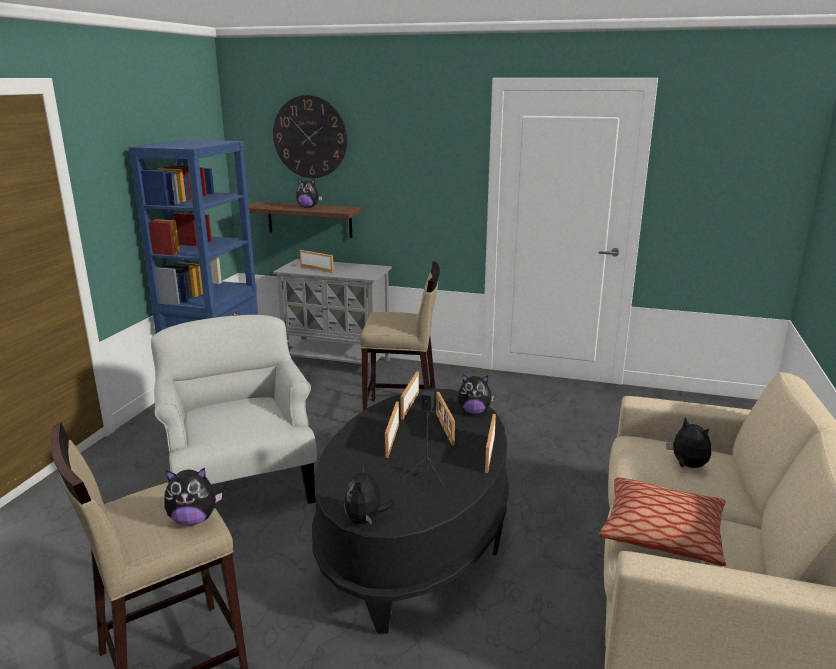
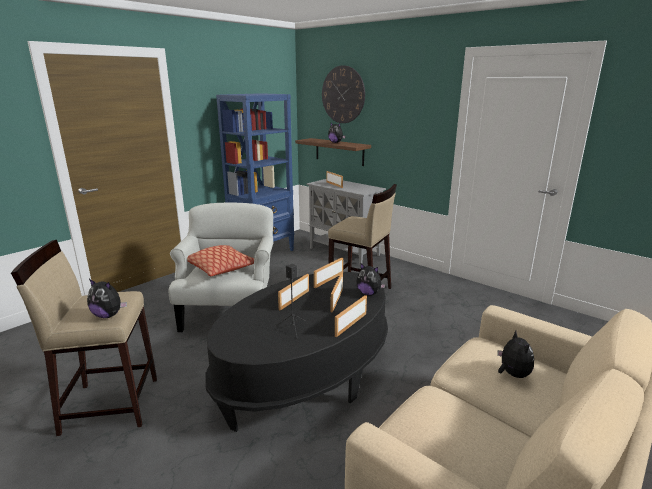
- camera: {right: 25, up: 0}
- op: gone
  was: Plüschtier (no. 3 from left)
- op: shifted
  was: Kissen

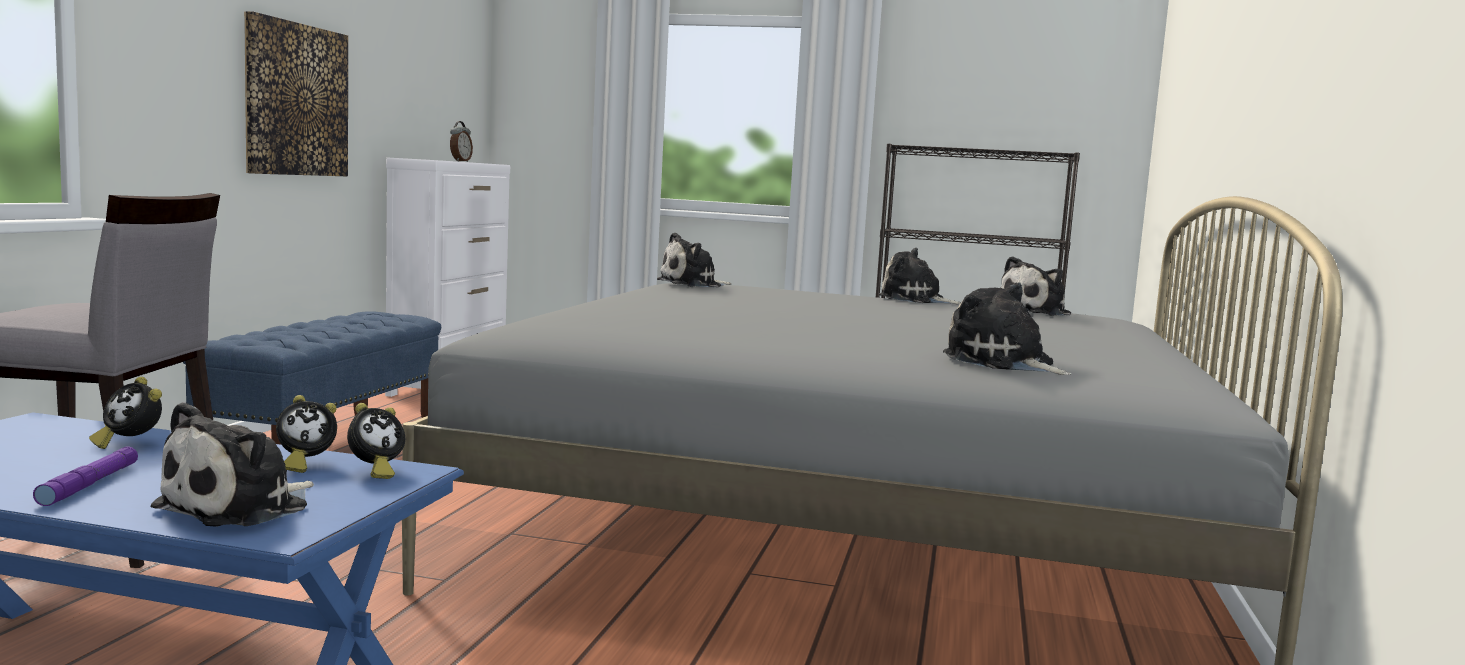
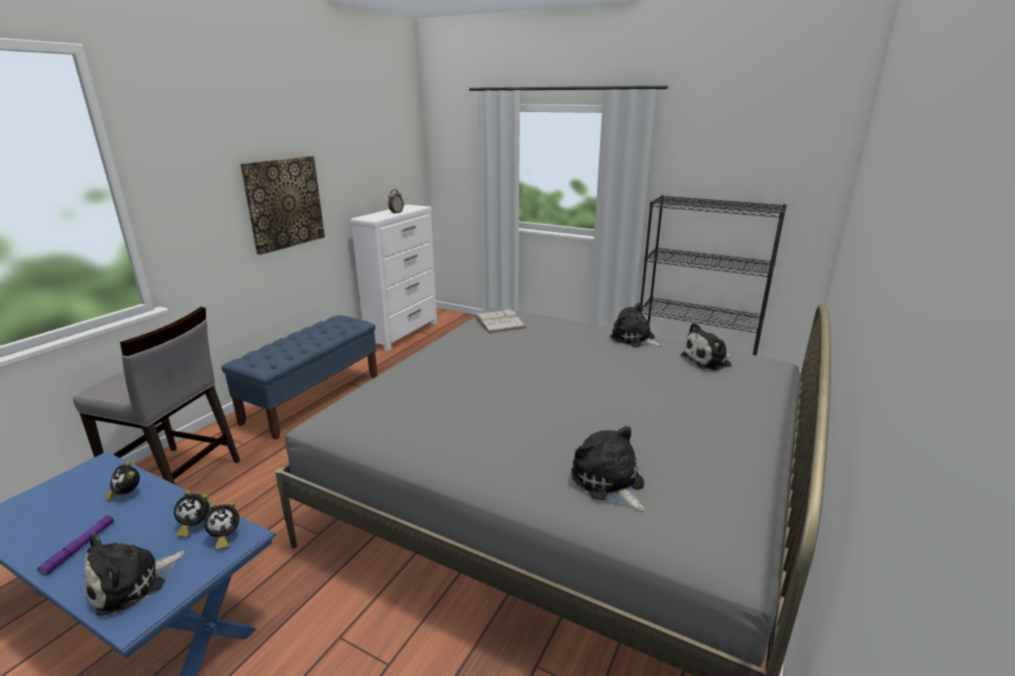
- camera: {right: 15, up: 15}
- op: swapped
  was: Plüschtier (no. 2 from left)
  now: Buch [weiß]

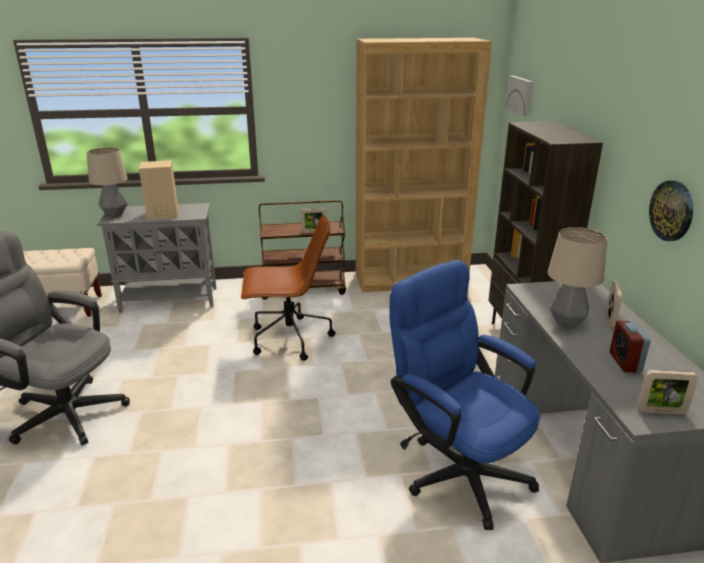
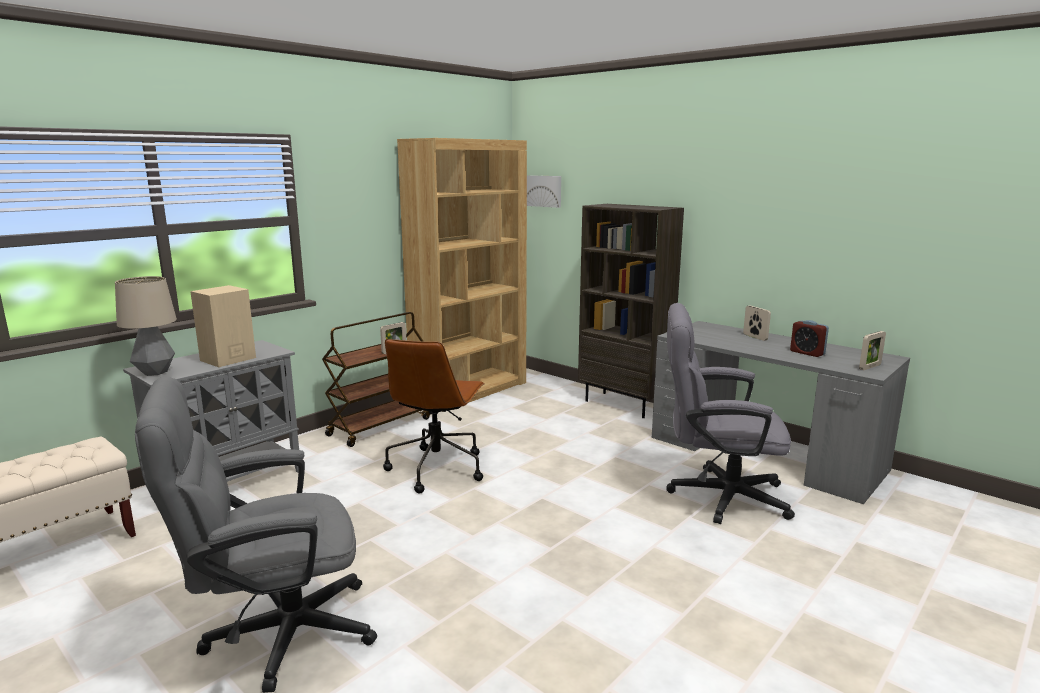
- camera: {right: -40, up: -10}
- op: gone
  was: Wanduhr
- op: rotated
  was: Bürostuhl [braun]
  clockwise: 150
- op: gone
  was: Tischlampe (no. 2 from left)
- op: repainted
  was: Bürostuhl [blau]
  now: Bürostuhl [grau] (no. 2 from left)

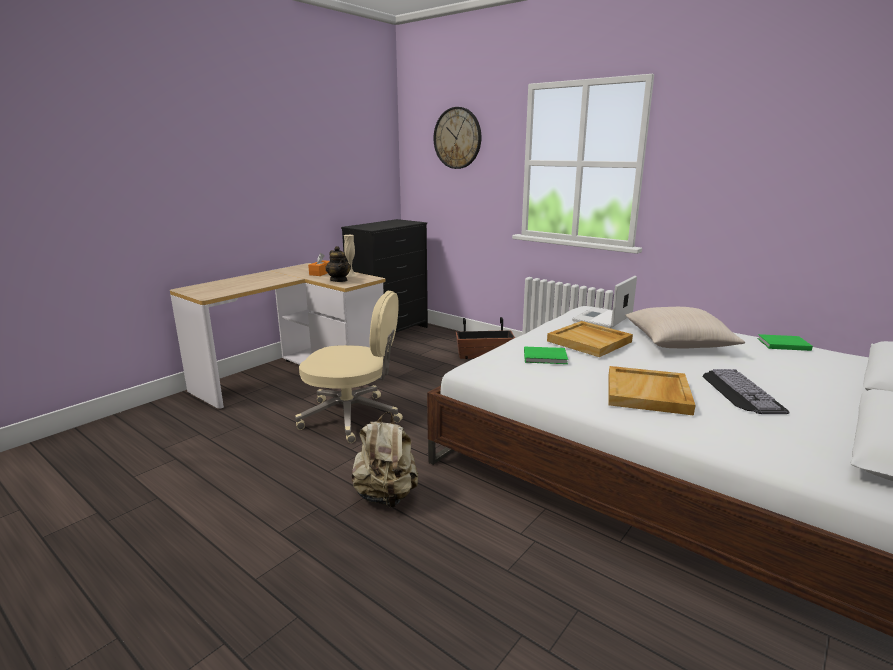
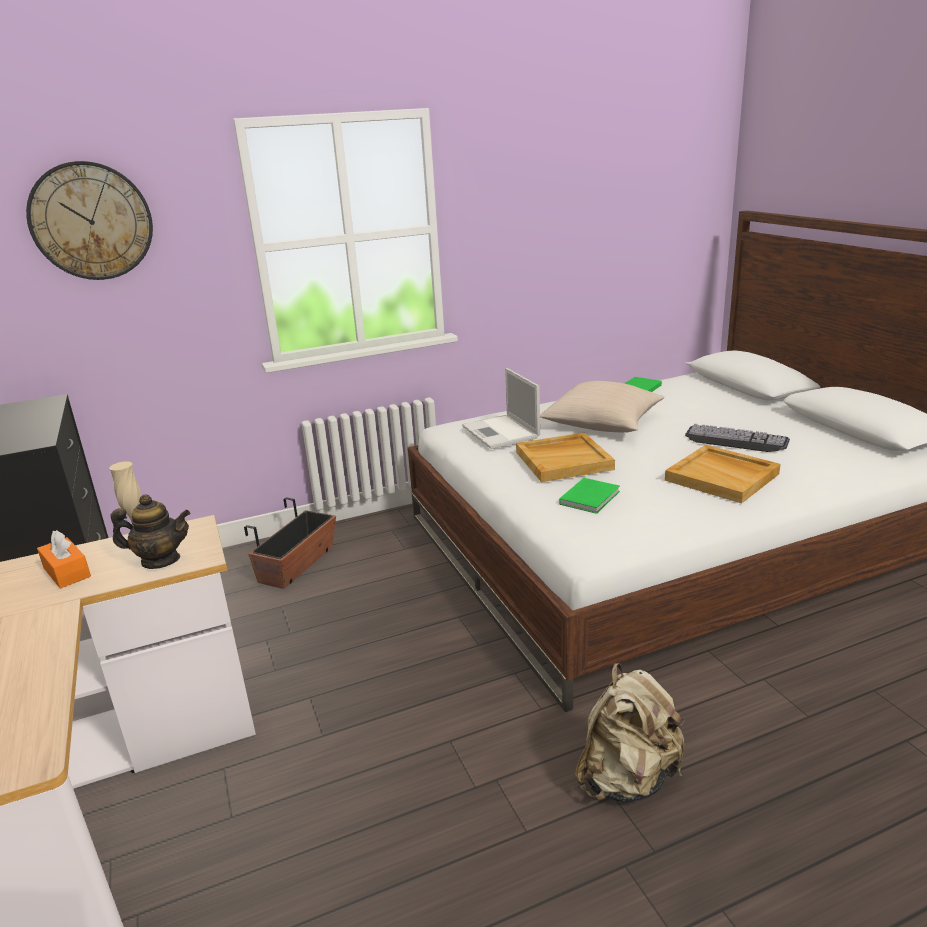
- camera: {right: -60, up: 5}
- op: gone
  was: Bürostuhl [beige]

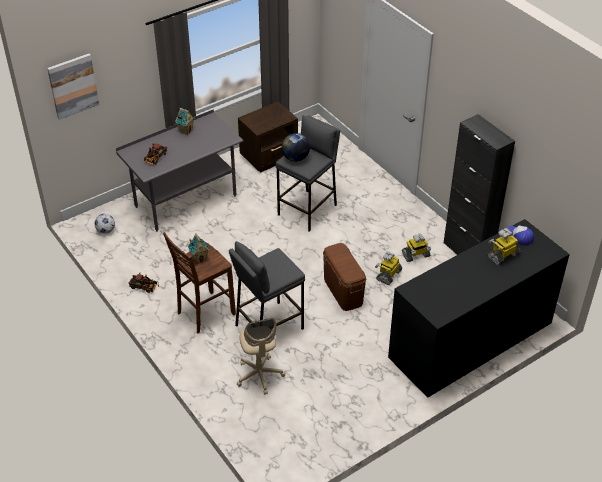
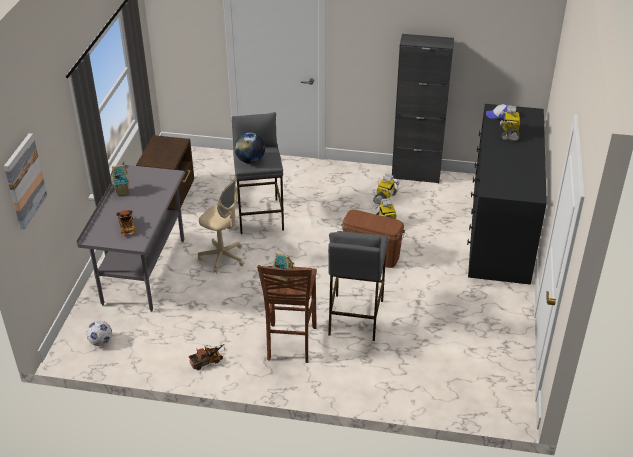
- camera: {right: -45, up: -5}
- op: shifted
  was: Bürostuhl [beige]

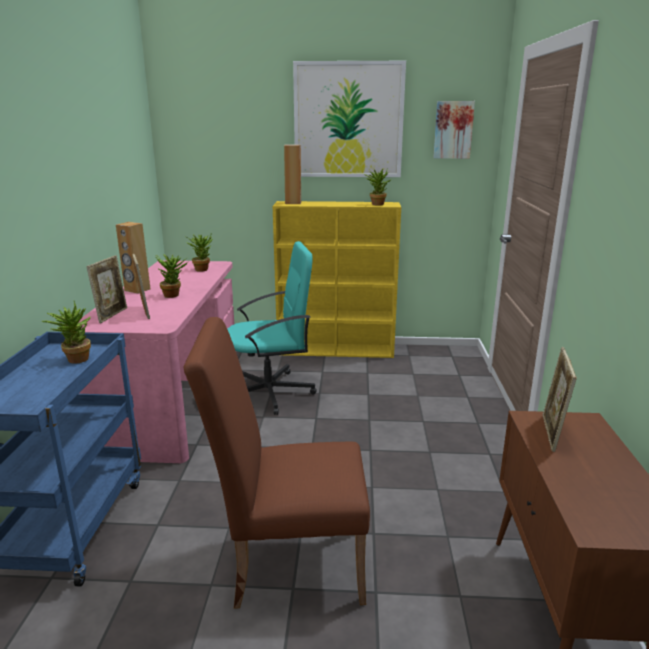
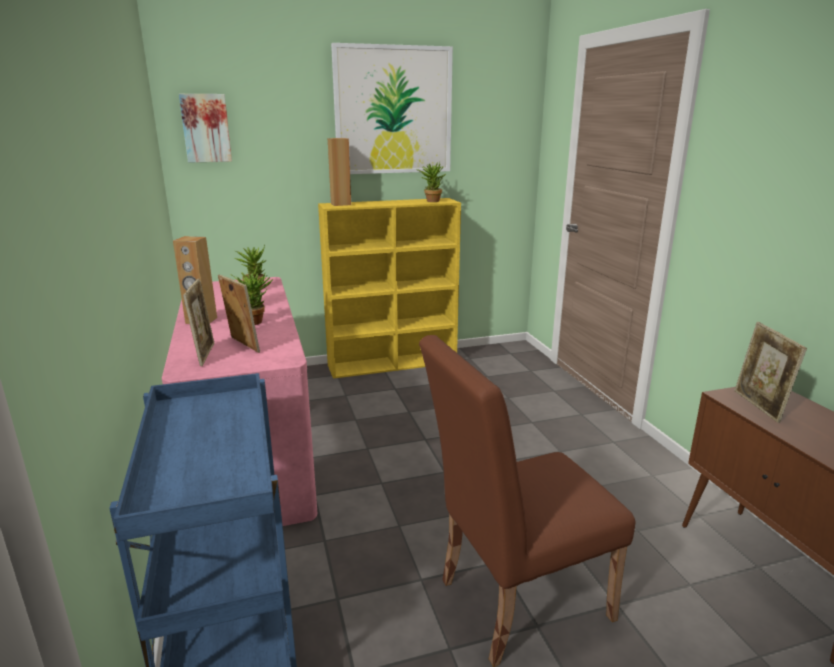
- camera: {right: -20, up: 0}
- op: shifted
  was: Bild (no. 2 from left in the first image)
  now: Bild (no. 1 from left)
- op: gone
  was: Bürostuhl [türkis]
- op: gone
  was: Topfpflanze (no. 1 from left)

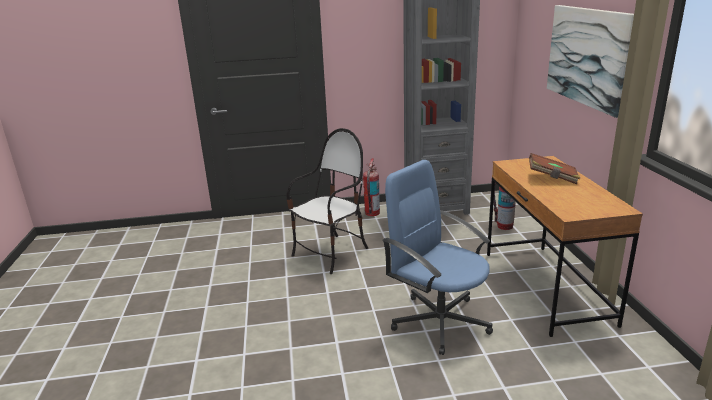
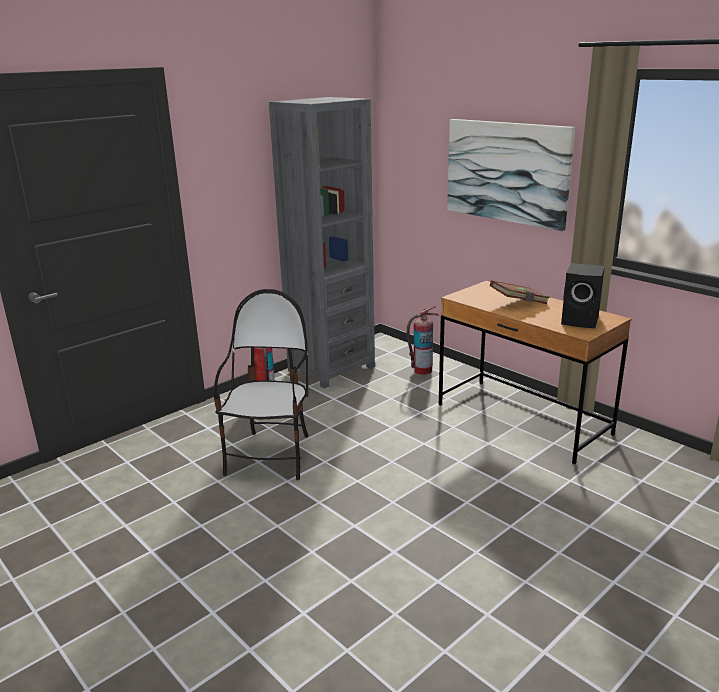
- camera: {right: -35, up: 0}
- op: gone
  was: Bürostuhl [blau]
- op: new
  now: Lautsprecher [schwarz]

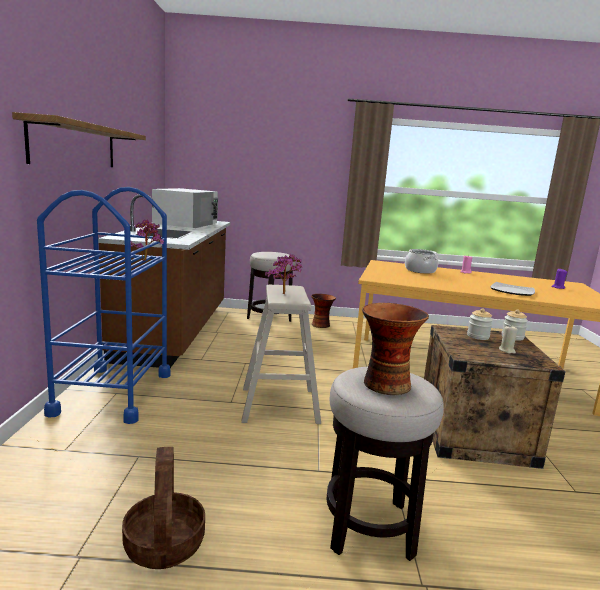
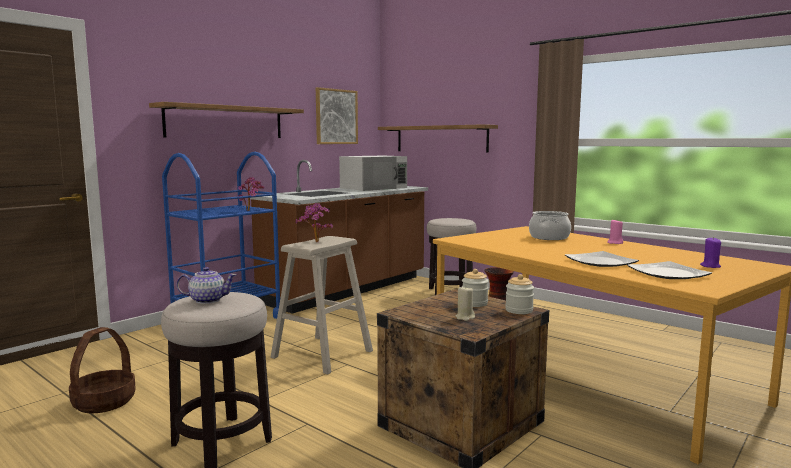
- camera: {right: 40, up: -5}
- op: swapped
  was: Vase (no. 2 from left)
  now: Teekanne
- op: new
  now: Bild
- op: new
  now: Wandregal (no. 2 from left)
- op: new
  now: Teller (no. 2 from left)

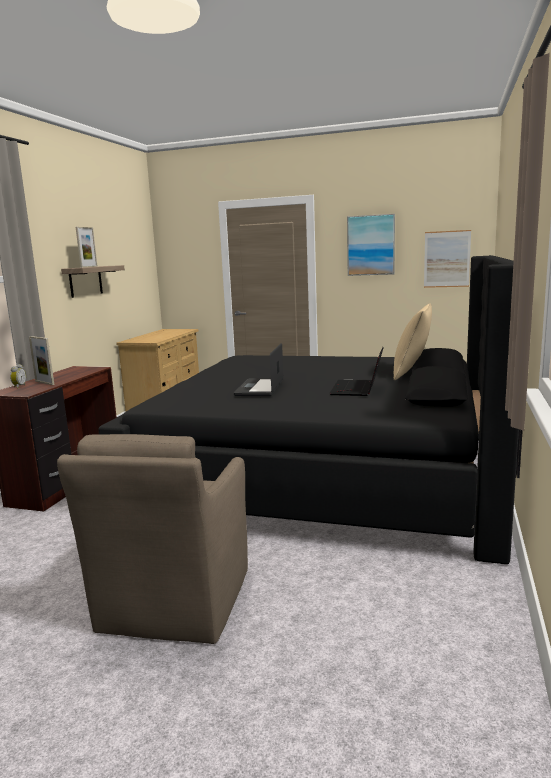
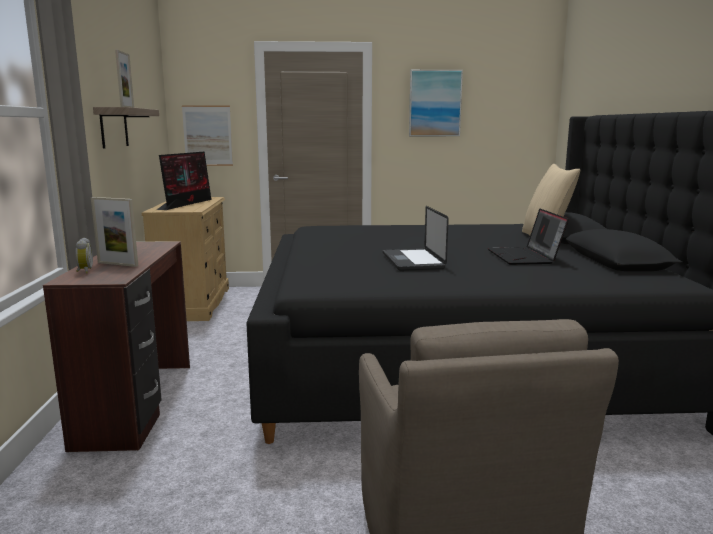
- camera: {right: -20, up: 0}
- op: shifted
  was: Bild (no. 2 from left in the first image)
  now: Bild (no. 1 from left)
- op: new
  now: Monitor

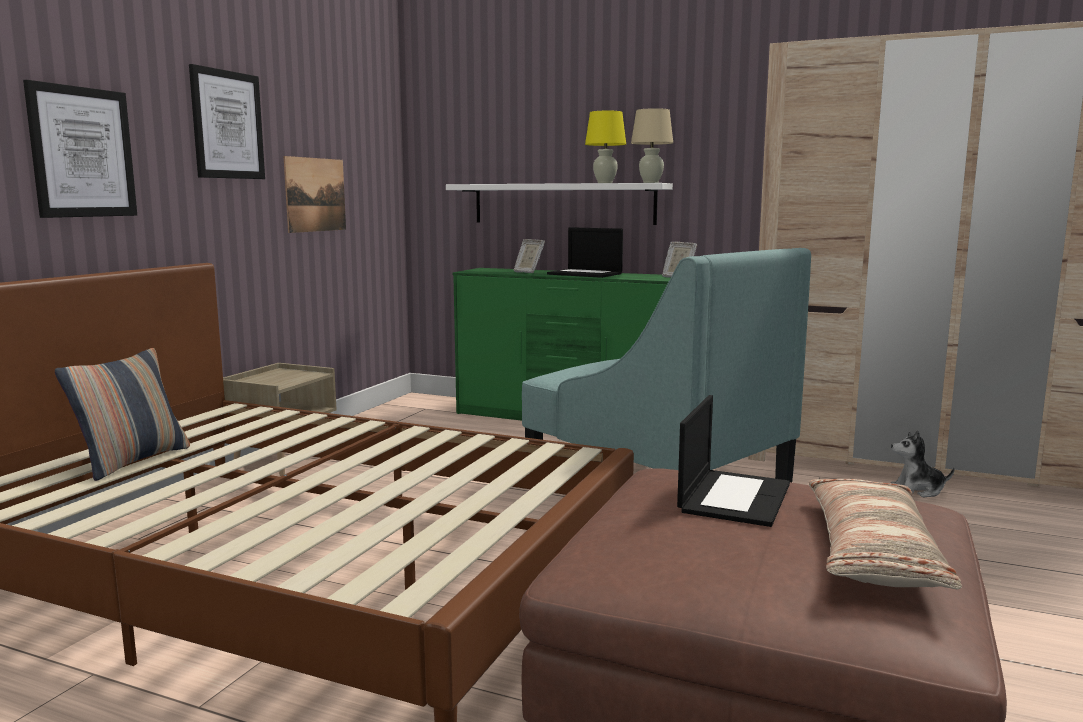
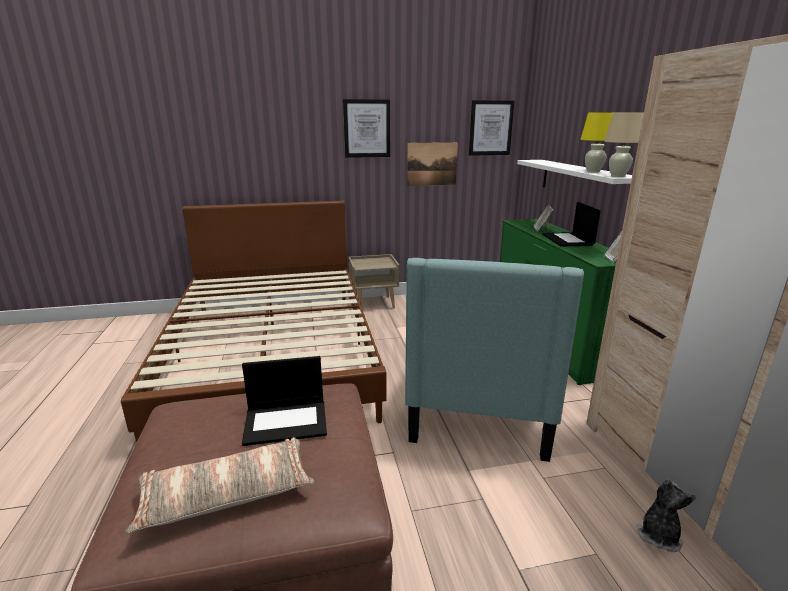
- camera: {right: 55, up: 10}
- op: shifted
  was: Bild (no. 1 from left in the first image)
  now: Bild (no. 3 from left)
- op: gone
  was: Kissen (no. 1 from left)
- op: rotated
  was: Plüschtier
  clockwise: 60

